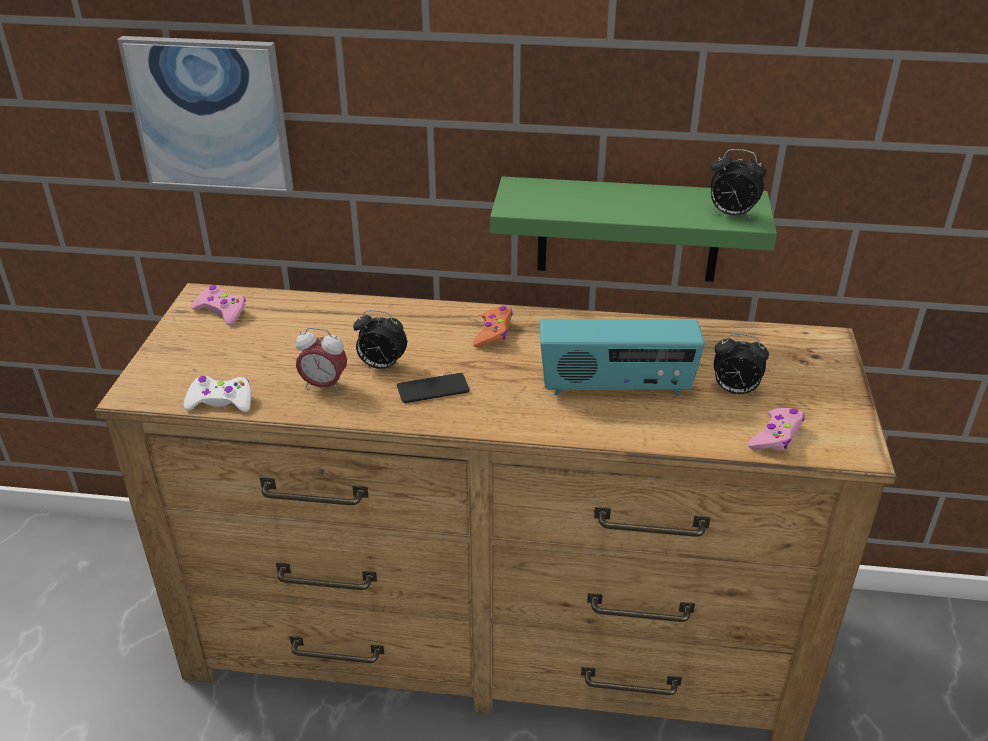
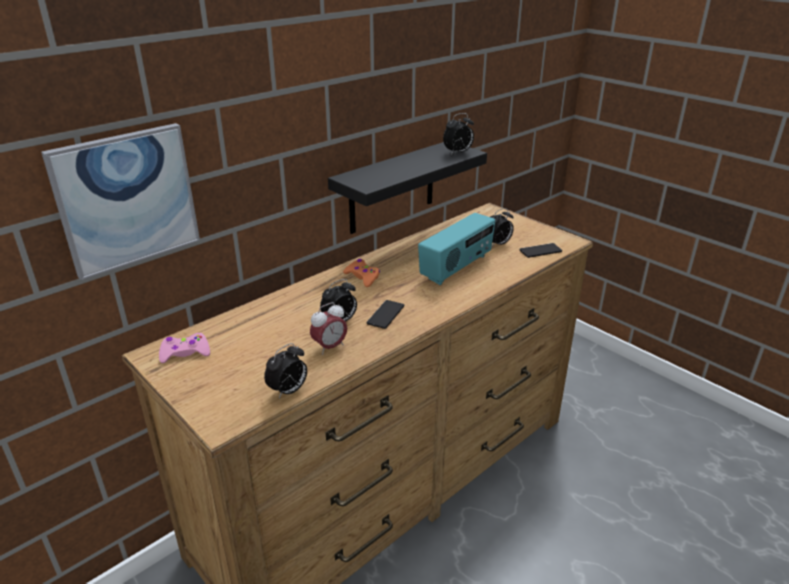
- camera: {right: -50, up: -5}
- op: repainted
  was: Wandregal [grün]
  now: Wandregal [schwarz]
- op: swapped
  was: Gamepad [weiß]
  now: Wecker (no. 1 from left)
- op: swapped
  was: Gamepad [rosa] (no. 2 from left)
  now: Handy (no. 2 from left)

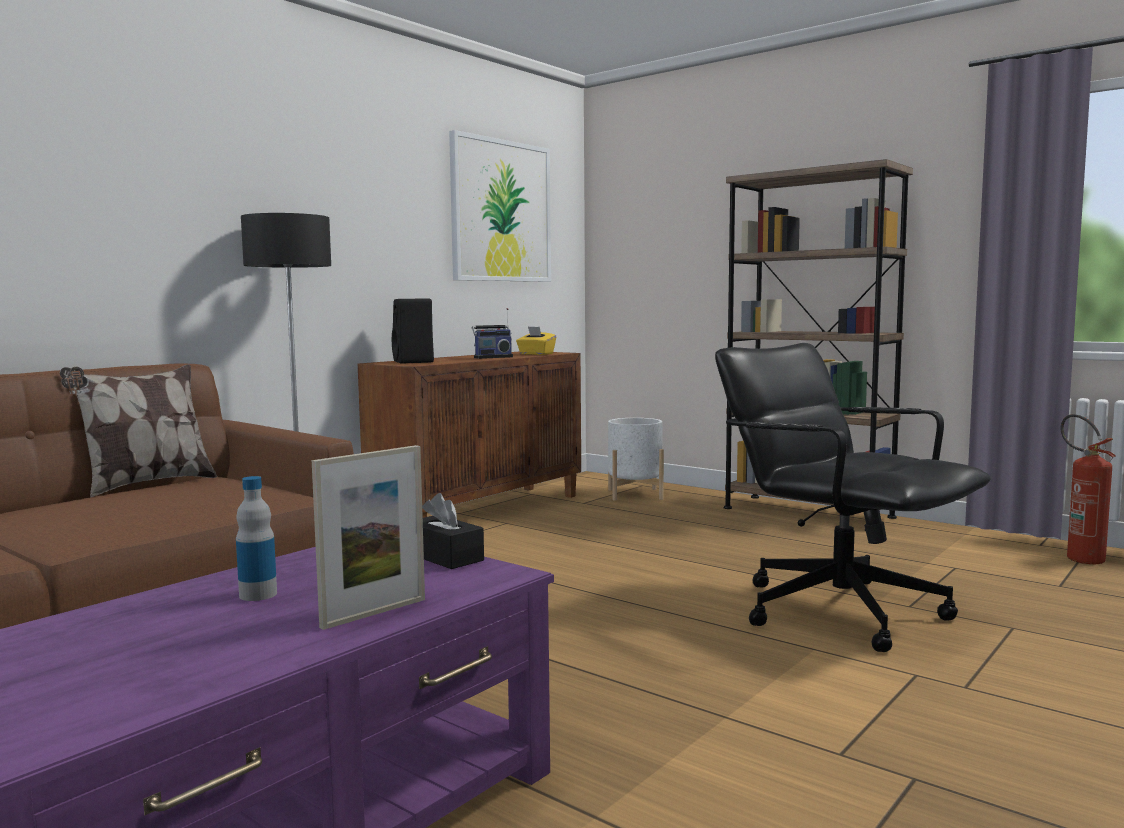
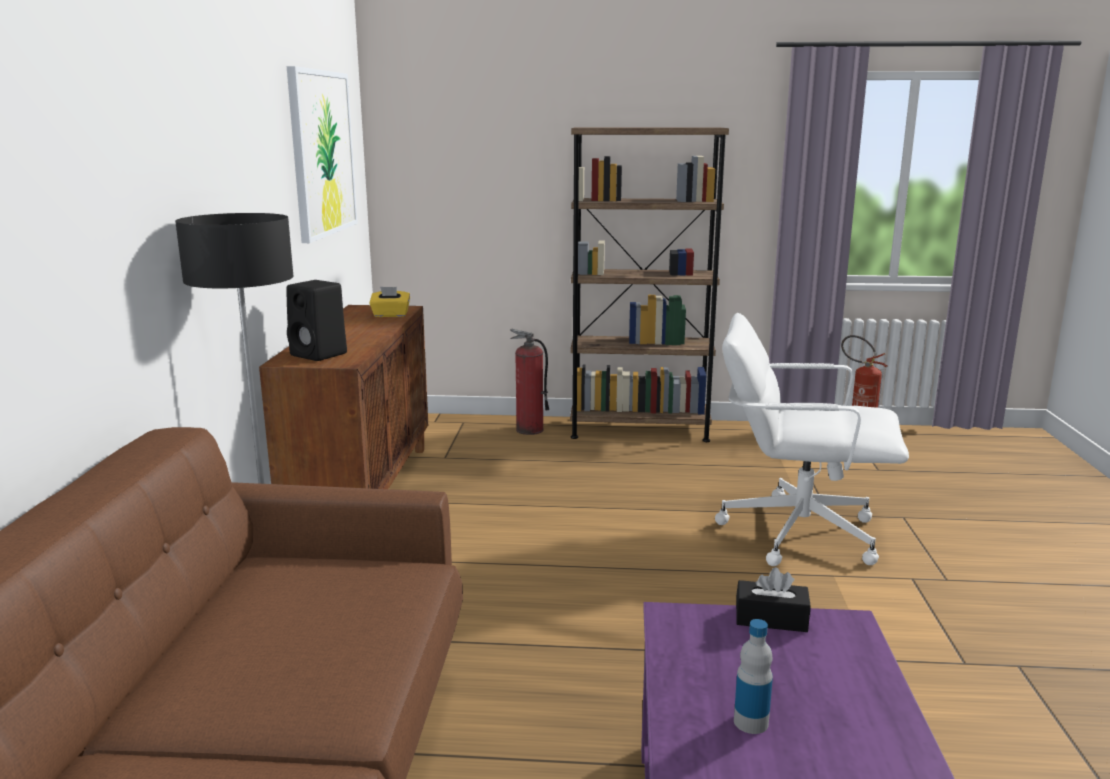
- camera: {right: -35, up: 10}
- op: gone
  was: Radio
- op: repainted
  was: Bürostuhl [schwarz]
  now: Bürostuhl [weiß]
- op: gone
  was: Kissen
- op: gone
  was: Pflanzkübel [weiß]
- op: gone
  was: Bilderrahmen
- op: new
  now: Feuerlöscher (no. 1 from left)

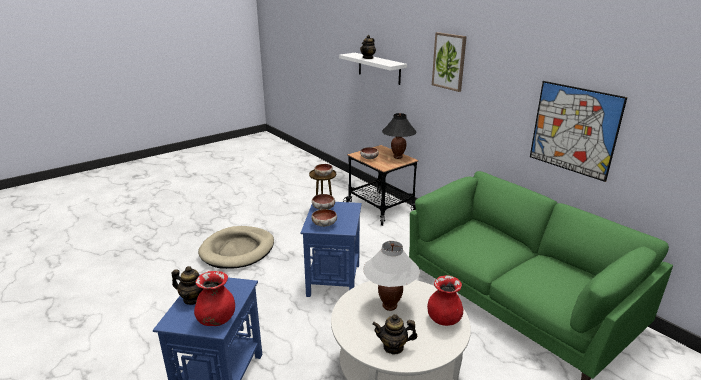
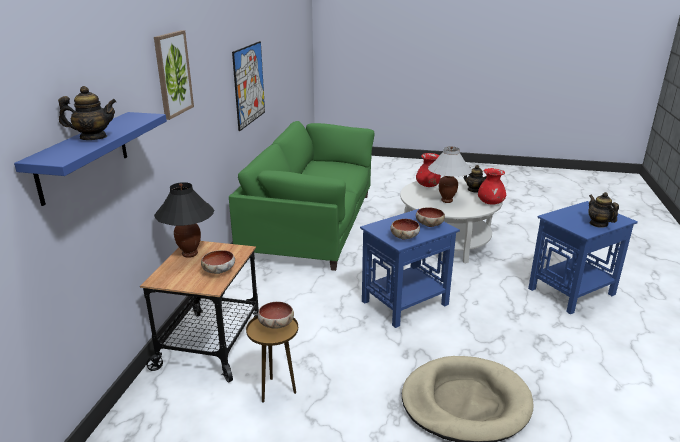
- camera: {right: -130, up: 0}
- op: repainted
  was: Wandregal [weiß]
  now: Wandregal [blau]
- op: shifted
  was: Vase [rot] (no. 1 from left in the first image)
  now: Vase [rot] (no. 2 from left)

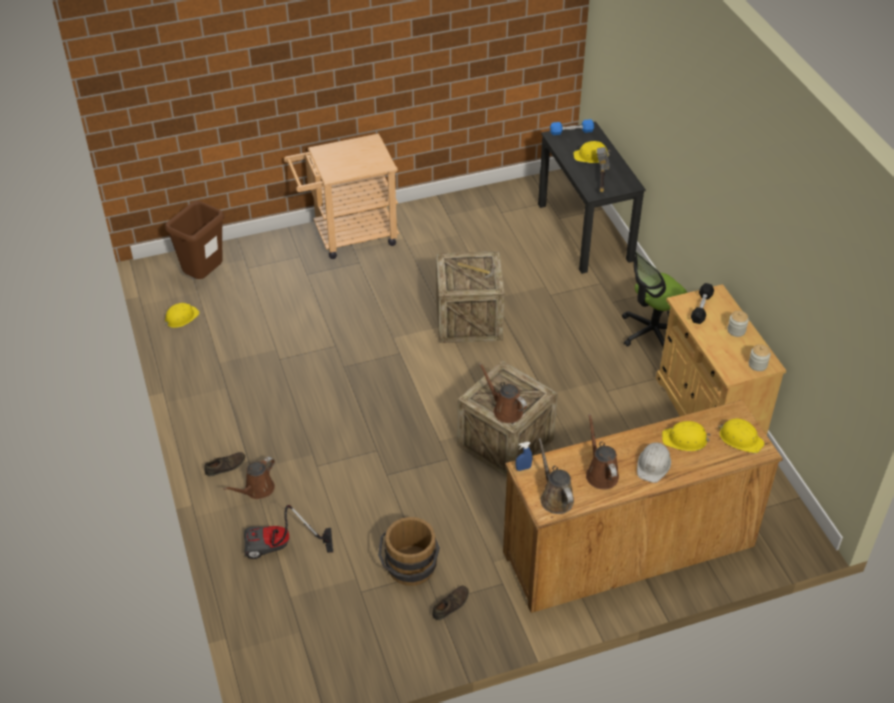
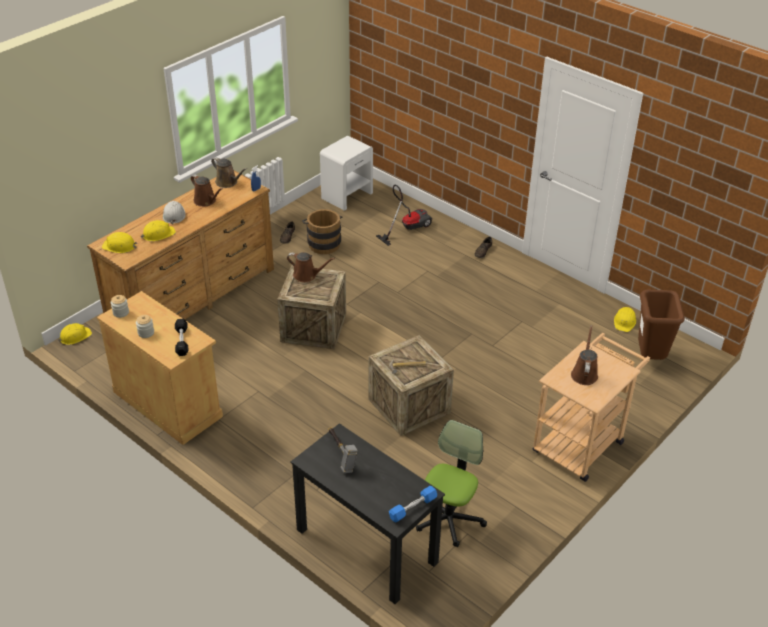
- camera: {right: 150, up: -5}
- op: shifted
  was: Schutzhelm [gelb] (no. 2 from left in the first image)
  now: Schutzhelm [gelb] (no. 1 from left)
- op: shifted
  was: Bürostuhl
- op: shifted
  was: Gießkanne [braun] (no. 1 from left in the first image)
  now: Gießkanne [braun] (no. 4 from left)
- op: new
  now: Nachttisch [weiß]

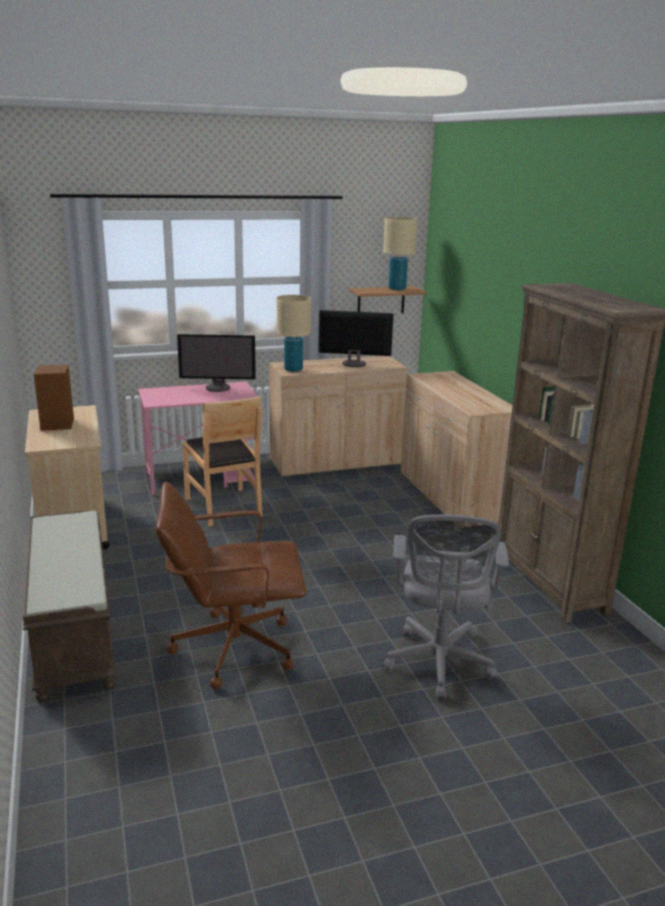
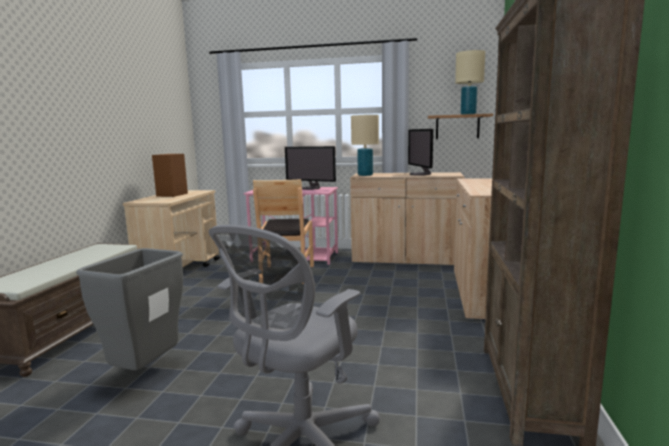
- camera: {right: 30, up: -10}
- op: rotated
  was: Monitor (no. 2 from left)
  clockwise: -135
- op: swapped
  was: Bürostuhl [braun]
  now: Mülleimer [grau]

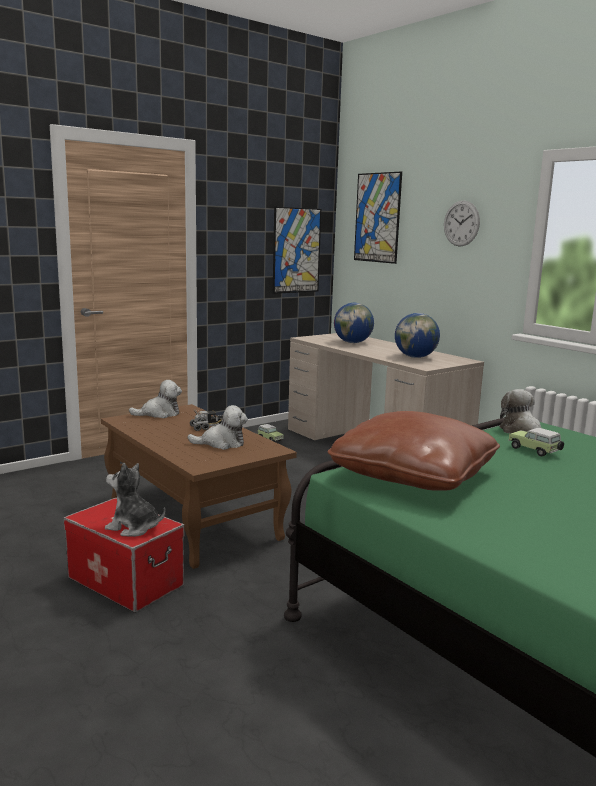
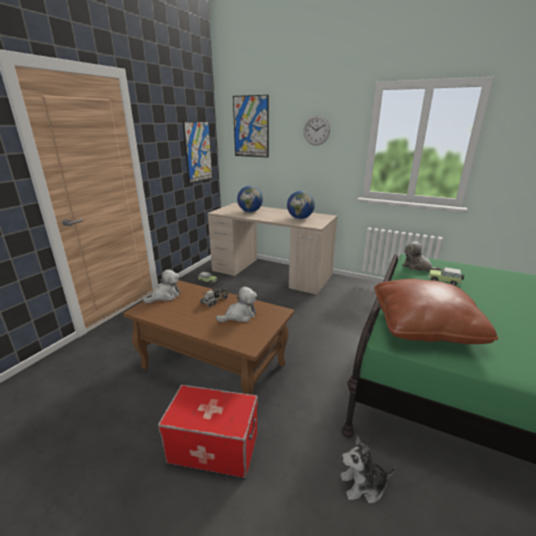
- camera: {right: -25, up: 10}
- op: shifted
  was: Plüschtier (no. 1 from left in the first image)
  now: Plüschtier (no. 3 from left)

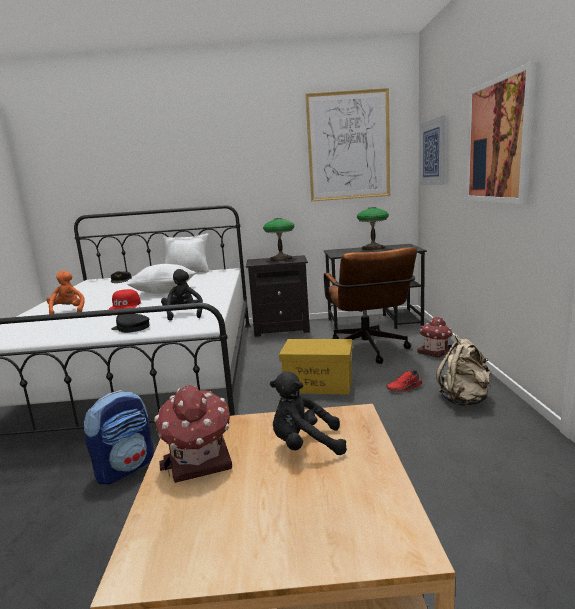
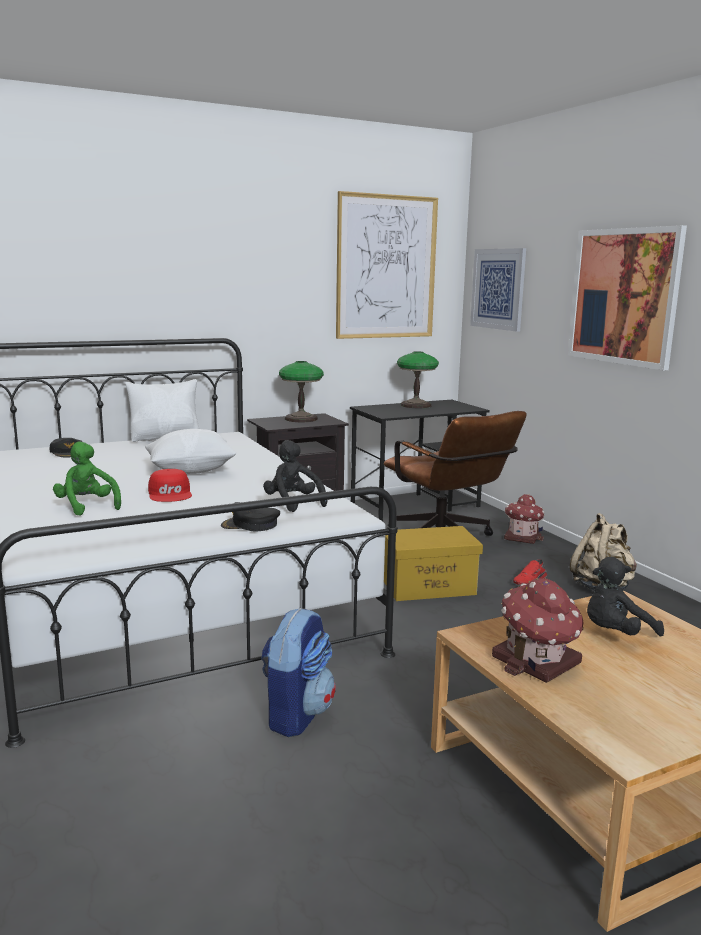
- camera: {right: -25, up: 0}
- op: repainted
  was: Plüschtier [orange]
  now: Plüschtier [grün]

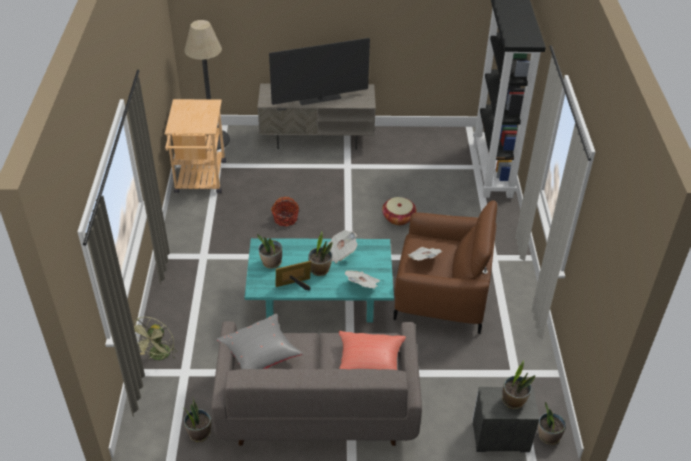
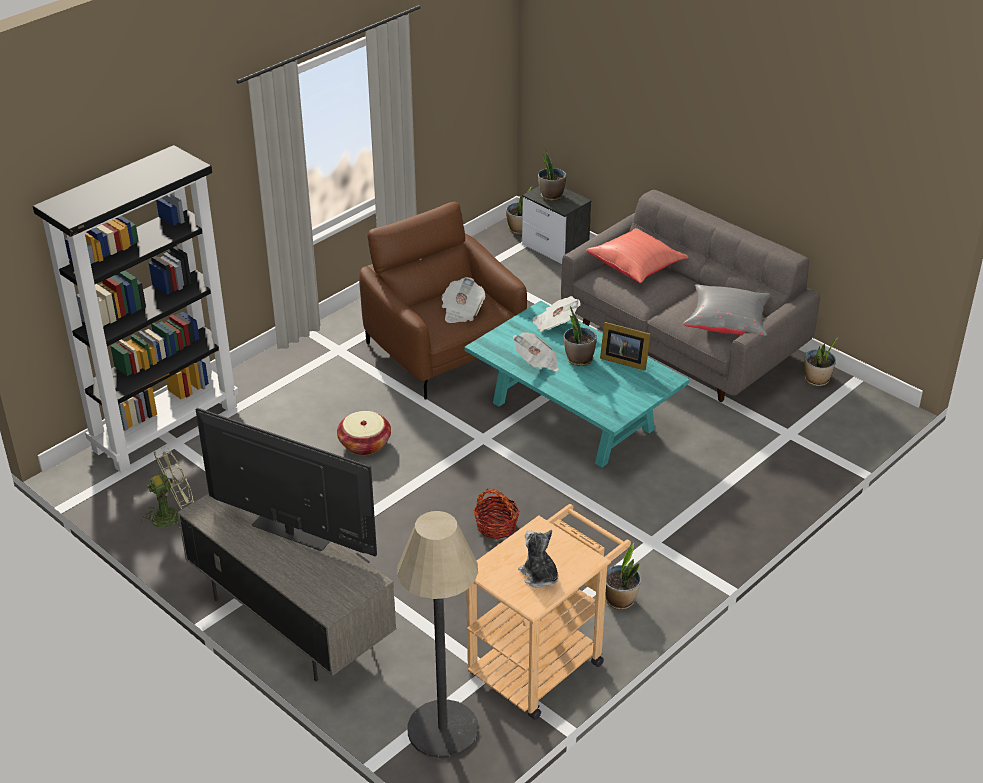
- camera: {right: -135, up: -5}
- op: shifted
  was: Topfpflanze (no. 2 from left in the first image)
  now: Topfpflanze (no. 4 from left)
- op: shifted
  was: Ventilator [grün]
- op: new
  now: Plüschtier

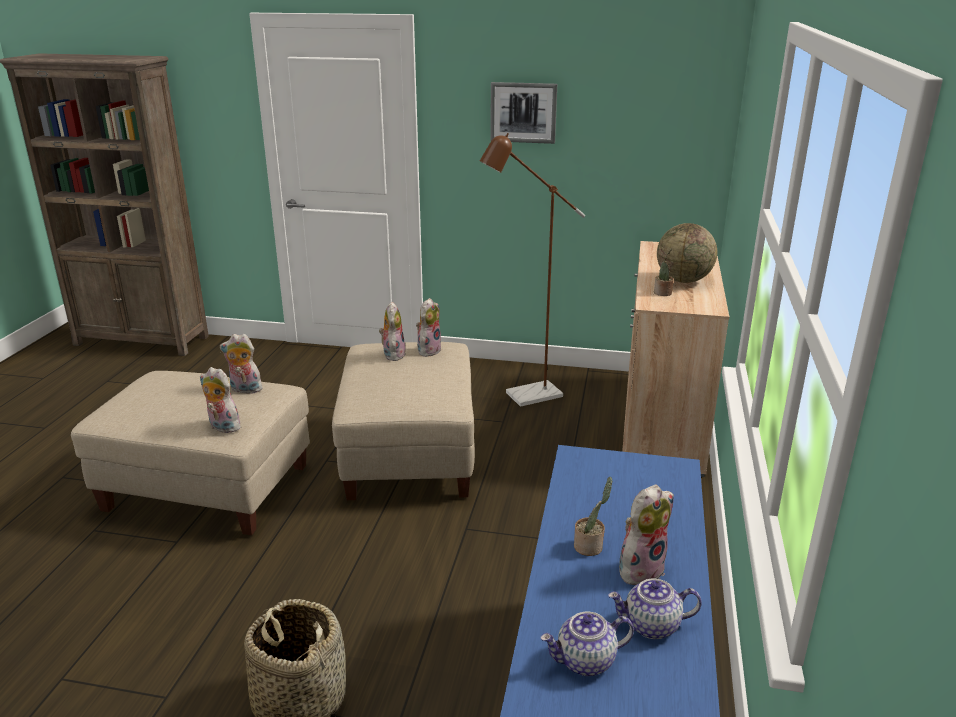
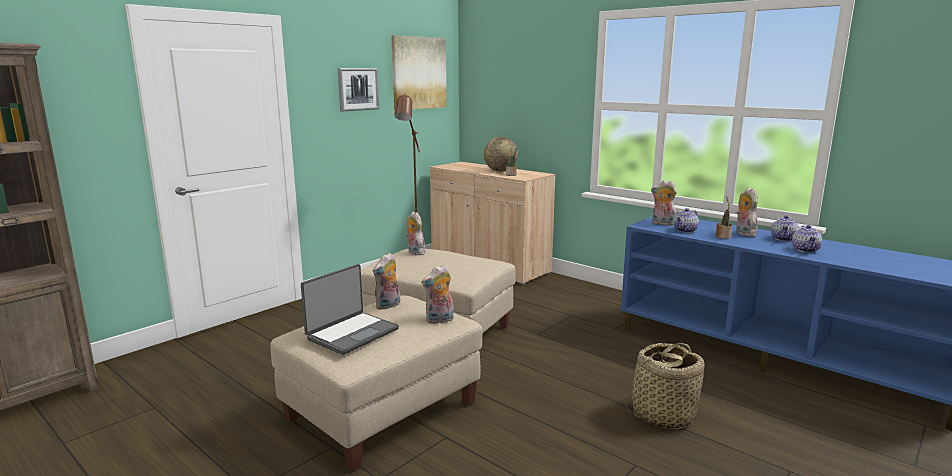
- camera: {right: -60, up: -10}
- op: shifted
  was: Plüschtier (no. 3 from left in the first image)
  now: Plüschtier (no. 4 from left)
- op: new
  now: Bild (no. 2 from left)
- op: new
  now: Teekanne (no. 1 from left)
- op: new
  now: Laptop

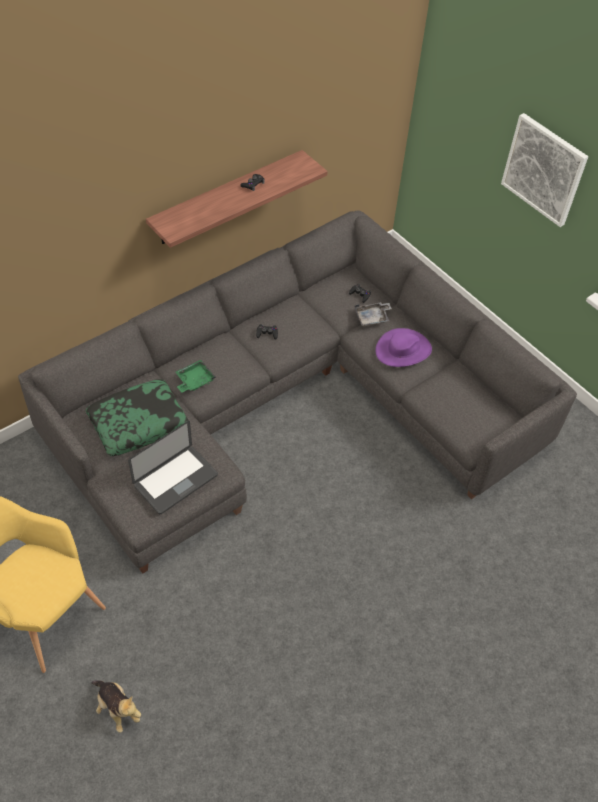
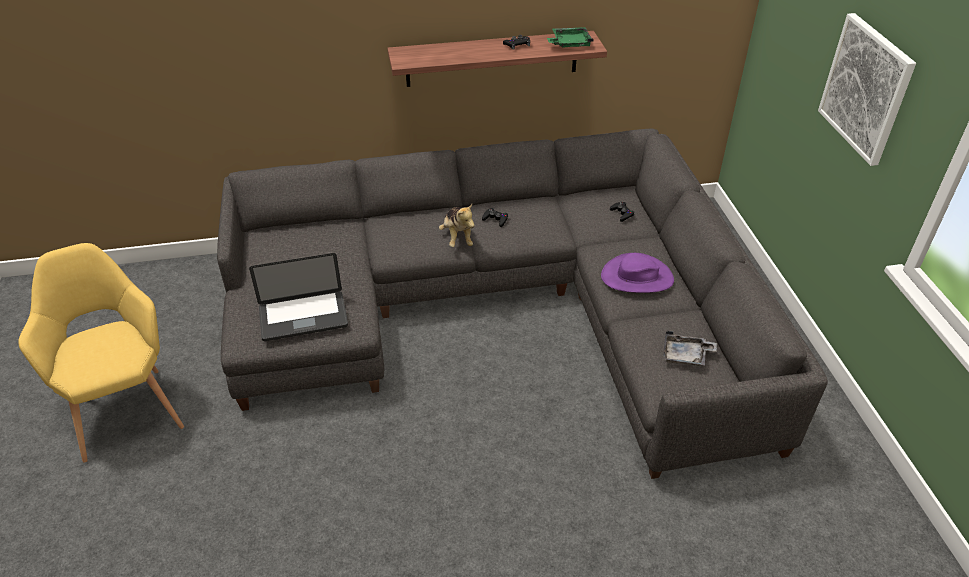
- camera: {right: 30, up: -10}
- op: shifted
  was: Tablett [grau]
- op: shifted
  was: Tablett [grün]
- op: gone
  was: Kissen
- op: shifted
  was: Plüschtier

